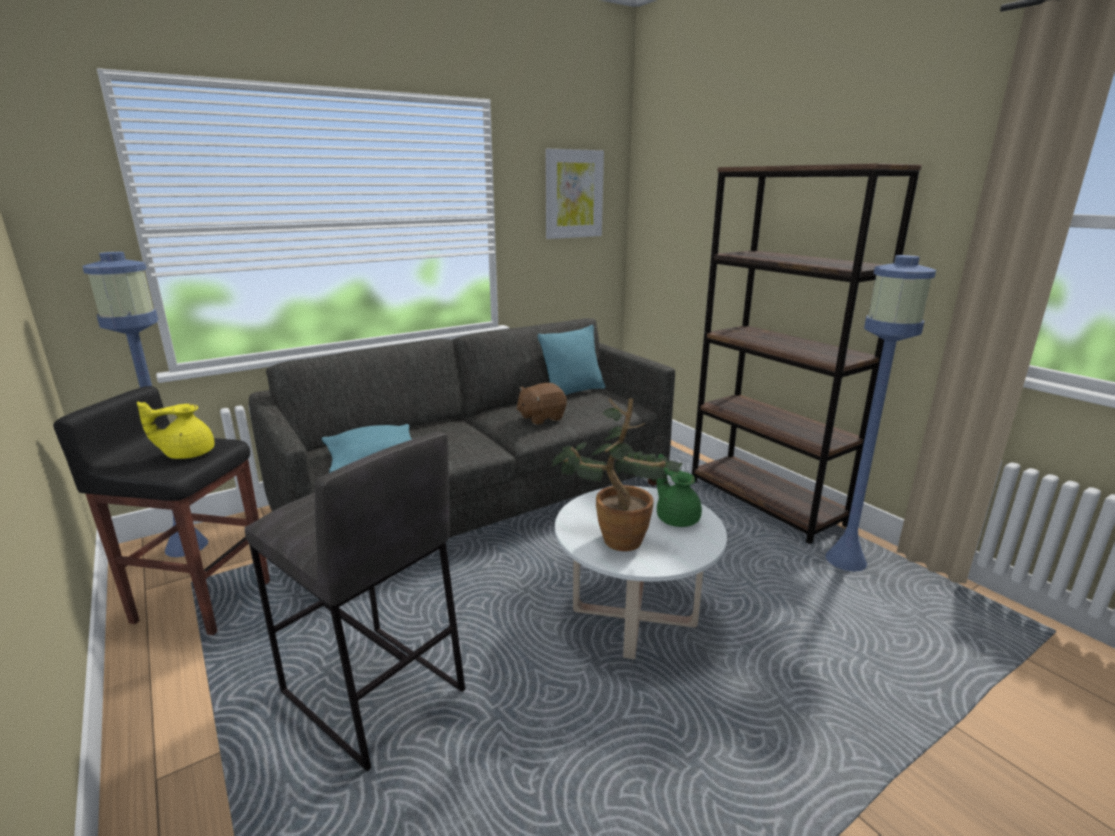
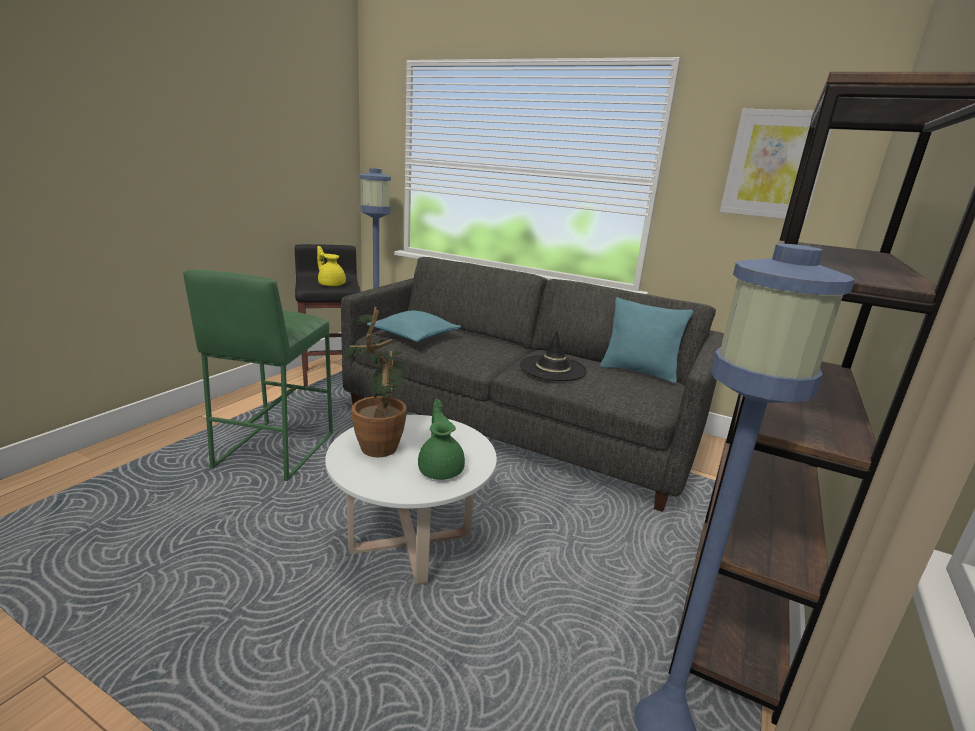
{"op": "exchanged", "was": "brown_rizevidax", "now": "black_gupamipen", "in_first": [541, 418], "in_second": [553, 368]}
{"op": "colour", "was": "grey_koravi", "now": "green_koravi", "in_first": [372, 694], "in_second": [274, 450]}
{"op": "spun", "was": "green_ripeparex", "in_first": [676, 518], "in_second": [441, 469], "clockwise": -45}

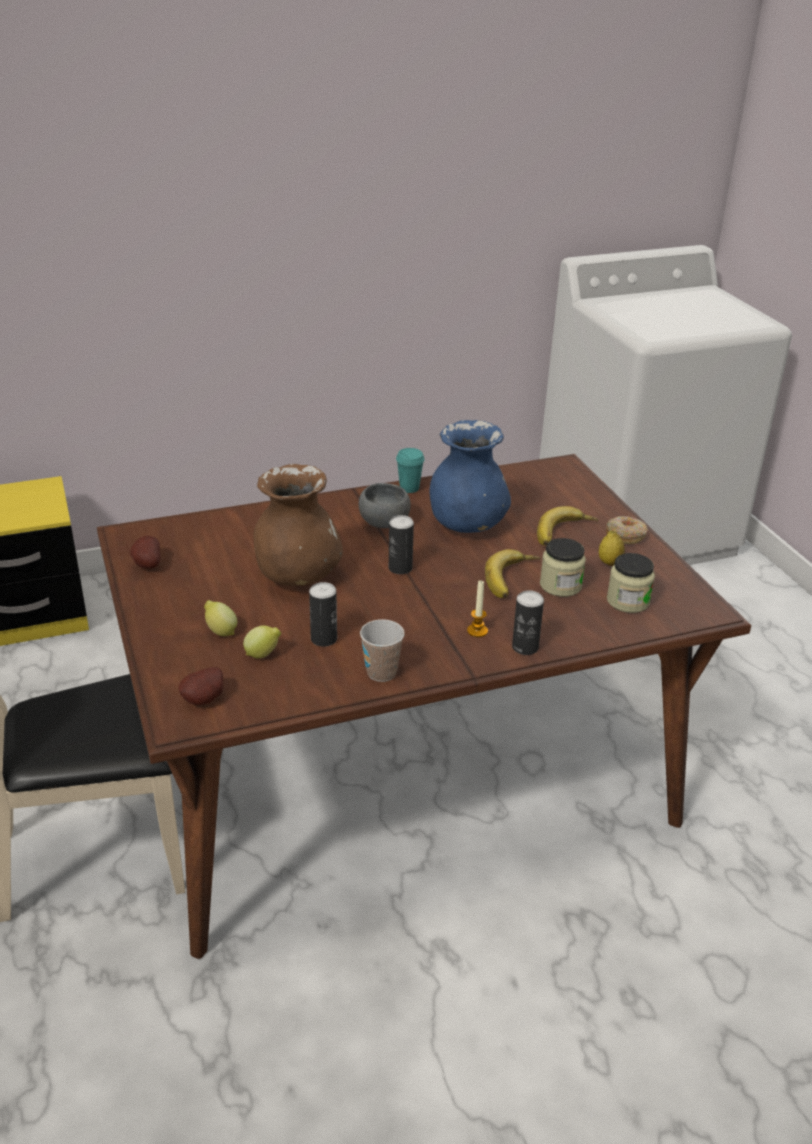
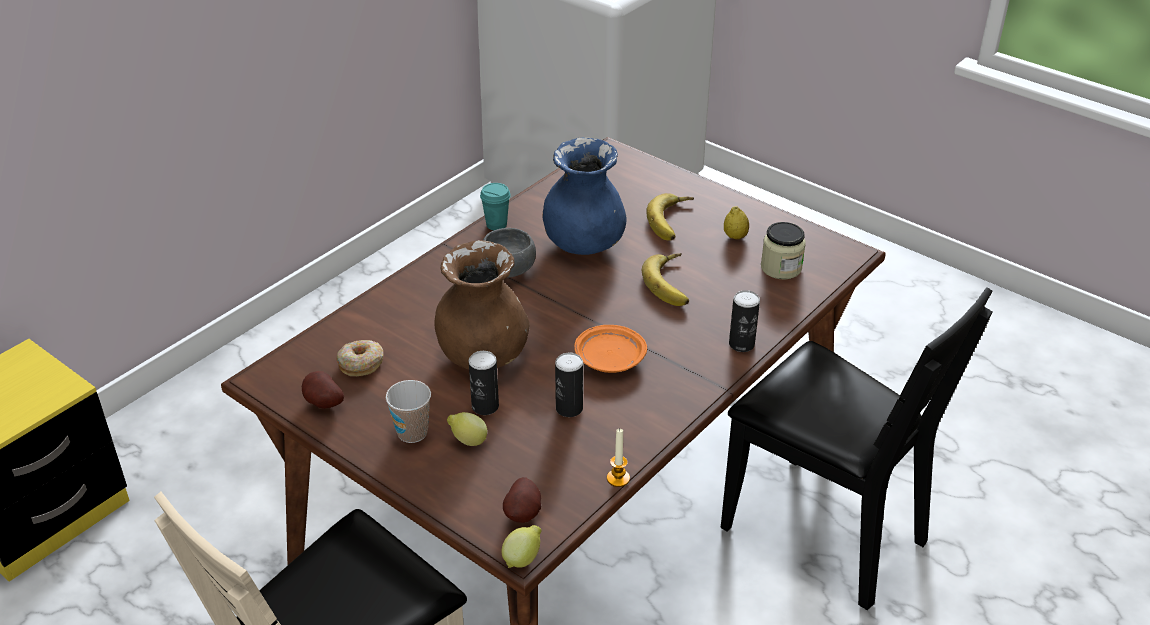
{"op": "missing", "was": "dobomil", "in_first": [560, 585]}
{"op": "appeared", "now": "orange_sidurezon", "in_second": [609, 359]}
{"op": "appeared", "now": "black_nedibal", "in_second": [822, 531]}
{"op": "relocated", "was": "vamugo", "in_first": [263, 654], "in_second": [523, 559]}
{"op": "relocated", "was": "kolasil", "in_first": [381, 672], "in_second": [412, 432]}
{"op": "relocated", "was": "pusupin", "in_first": [400, 568], "in_second": [485, 406]}
{"op": "relocated", "was": "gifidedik", "in_first": [477, 631], "in_second": [618, 478]}
{"op": "relocated", "was": "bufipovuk", "in_first": [625, 536], "in_second": [361, 363]}

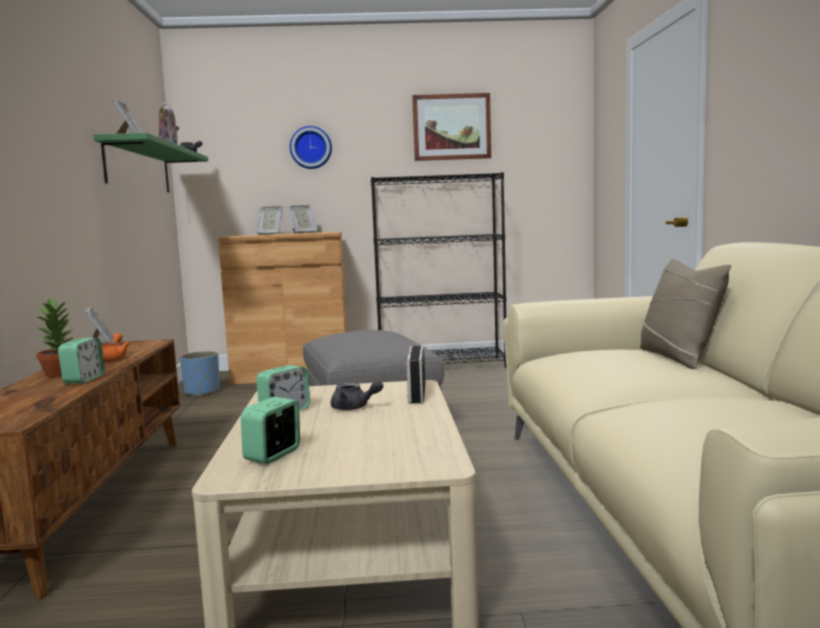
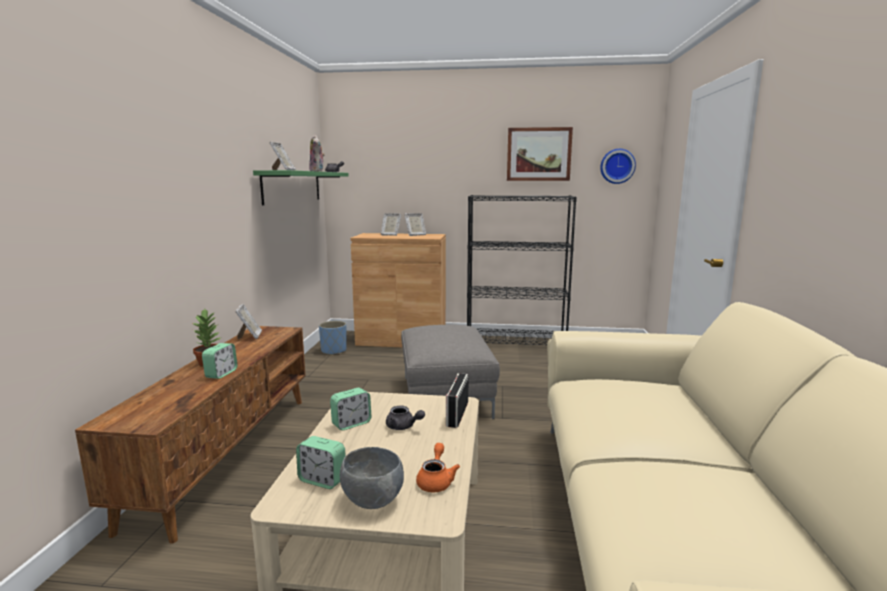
{"op": "missing", "was": "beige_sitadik", "in_first": [678, 357]}
{"op": "appeared", "now": "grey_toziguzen", "in_second": [372, 501]}
{"op": "relocated", "was": "orange_ripeparex", "in_first": [112, 359], "in_second": [436, 480]}
{"op": "relocated", "was": "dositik", "in_first": [311, 147], "in_second": [617, 166]}
{"op": "spun", "was": "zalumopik", "in_first": [273, 455], "in_second": [322, 480], "clockwise": -105}

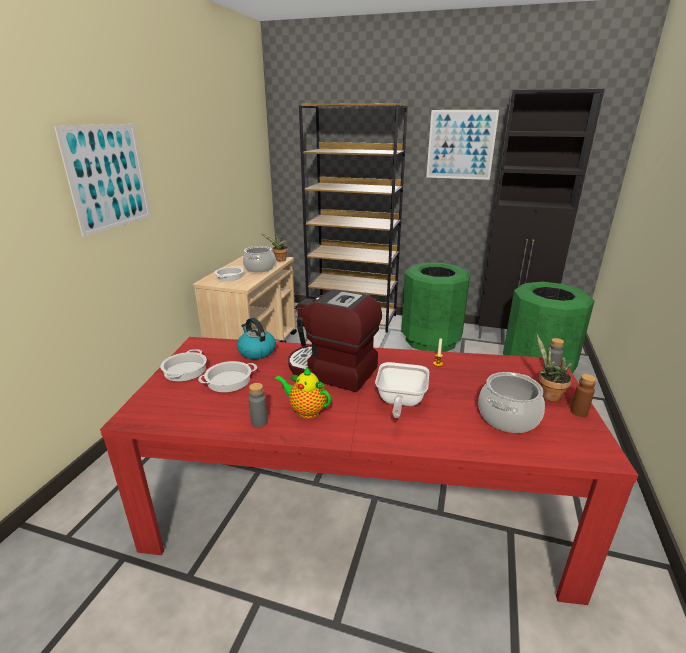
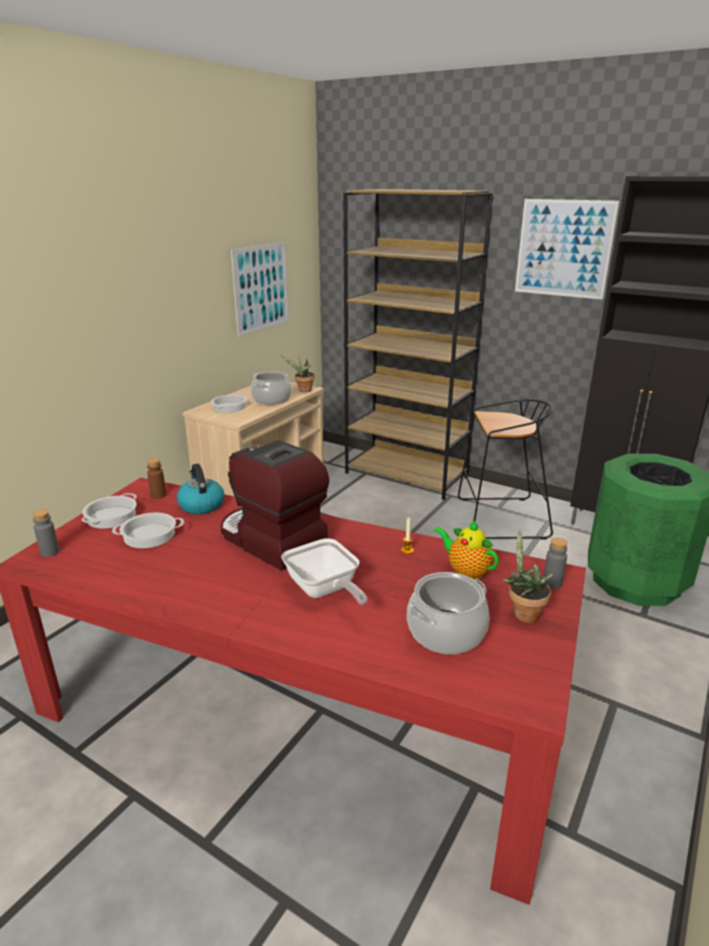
{"op": "relocated", "was": "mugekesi", "in_first": [108, 177], "in_second": [261, 288]}
{"op": "relocated", "was": "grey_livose", "in_first": [259, 422], "in_second": [50, 552]}
{"op": "relocated", "was": "ripeparex", "in_first": [306, 410], "in_second": [466, 571]}
{"op": "relocated", "was": "brown_livose", "in_first": [578, 412], "in_second": [158, 495]}
{"op": "exchanged", "was": "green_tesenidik", "now": "black_koravi", "in_first": [431, 340], "in_second": [500, 519]}
{"op": "spun", "was": "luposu", "in_first": [400, 402], "in_second": [324, 591], "clockwise": -60}

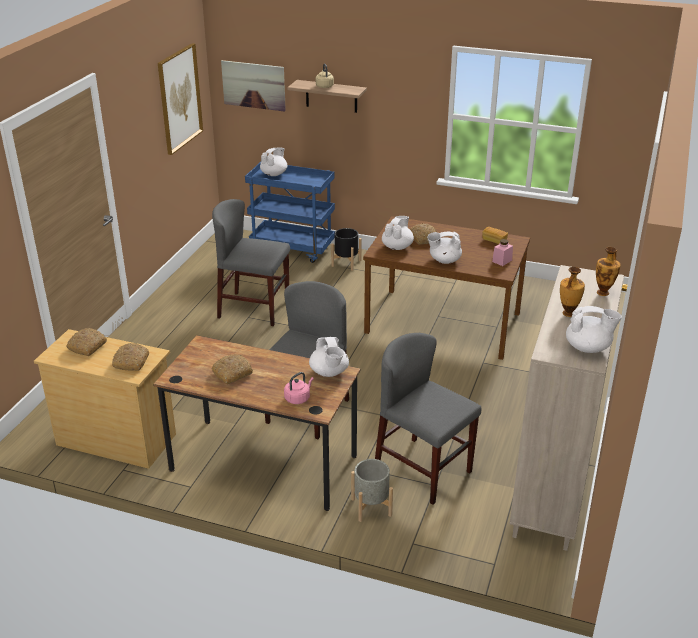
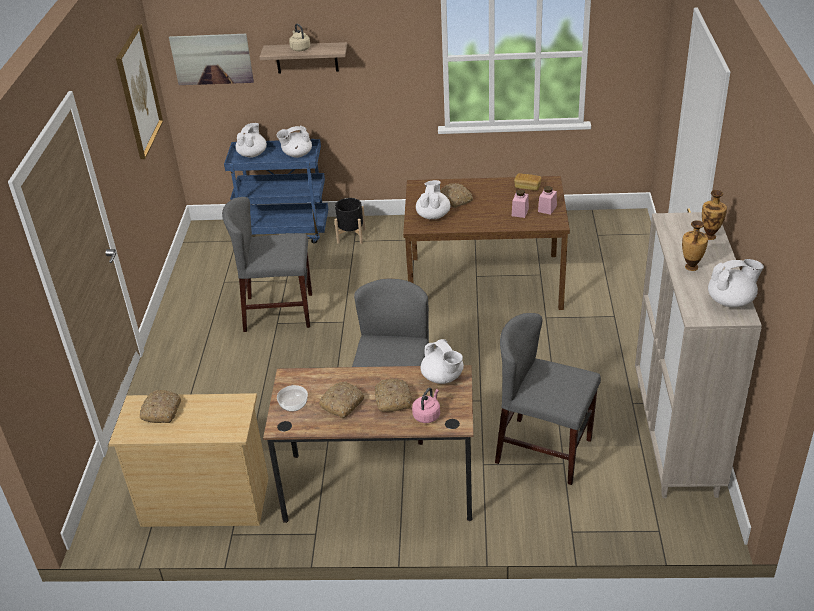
{"op": "missing", "was": "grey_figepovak", "in_first": [371, 507]}
{"op": "appeared", "now": "toziguzen", "in_second": [294, 404]}
{"op": "appeared", "now": "pink_dobomil", "in_second": [520, 212]}
{"op": "relocated", "was": "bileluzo", "in_first": [131, 362], "in_second": [392, 400]}
{"op": "relocated", "was": "white_ripeparex", "in_first": [444, 260], "in_second": [296, 154]}

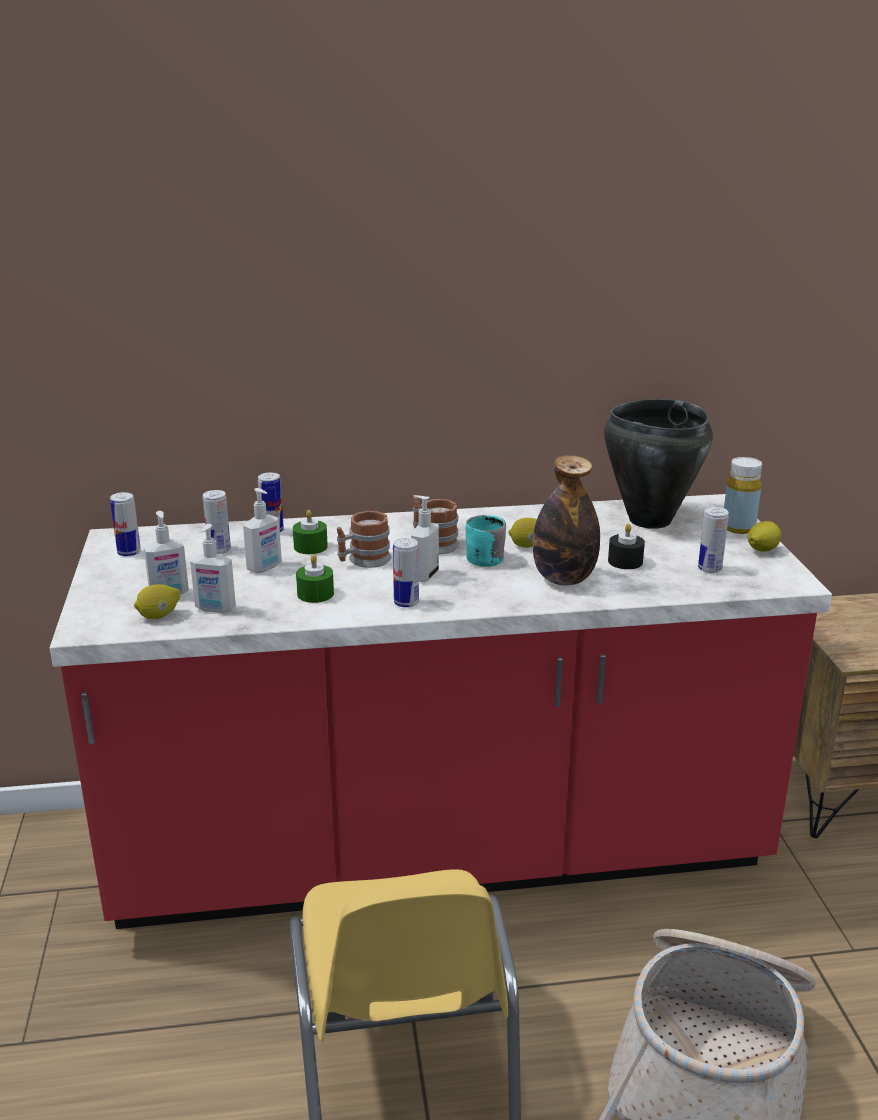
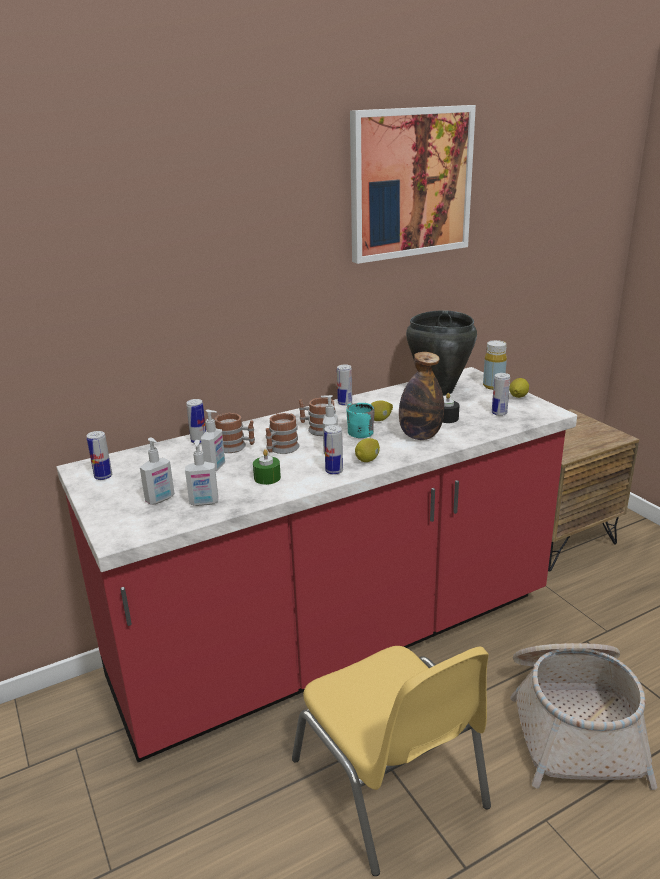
{"op": "appeared", "now": "mugekesi", "in_second": [410, 183]}
{"op": "relocated", "was": "vamugo", "in_first": [159, 616], "in_second": [368, 460]}
{"op": "relocated", "was": "pusupin", "in_first": [219, 550], "in_second": [344, 403]}
{"op": "exchanged", "was": "green_gifidedik", "now": "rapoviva", "in_first": [310, 547], "in_second": [236, 447]}

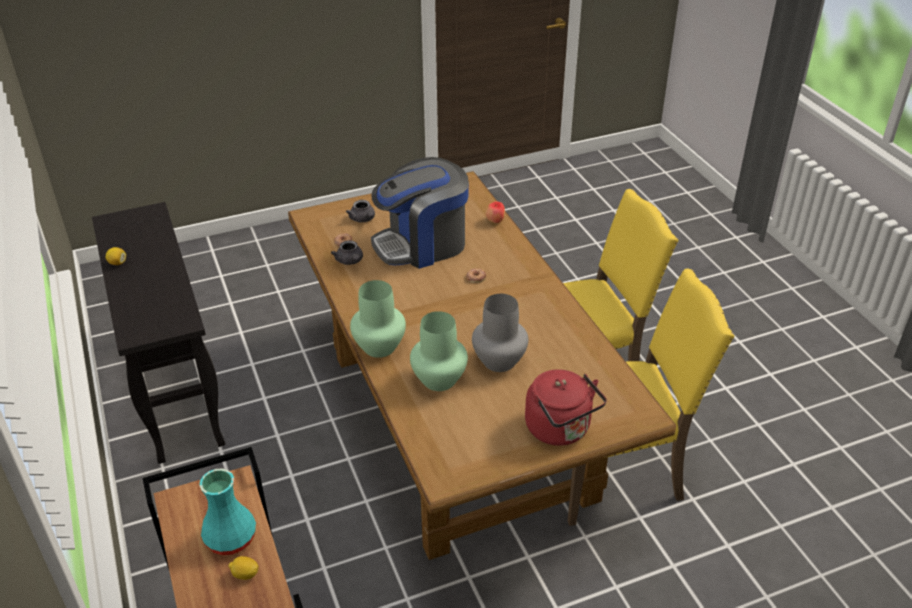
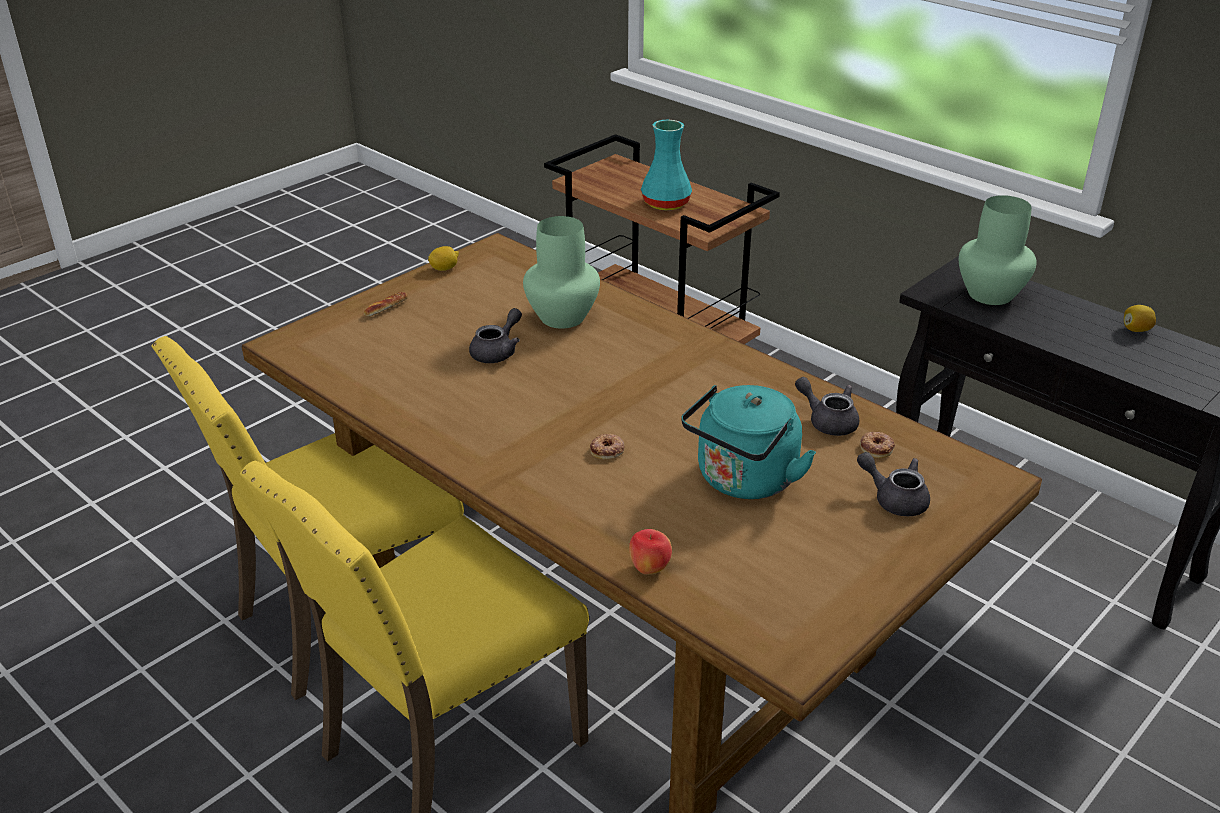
{"op": "relocated", "was": "vamugo", "in_first": [245, 574], "in_second": [444, 268]}
{"op": "relocated", "was": "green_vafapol", "in_first": [378, 347], "in_second": [991, 294]}
{"op": "exchanged", "was": "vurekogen", "now": "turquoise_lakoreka", "in_first": [422, 244], "in_second": [743, 481]}
{"op": "exchanged", "was": "grey_vafapol", "now": "grey_ripeparex", "in_first": [499, 361], "in_second": [497, 352]}
{"op": "exchanged", "was": "red_lakoreka", "now": "bileluzo", "in_first": [560, 430], "in_second": [386, 308]}

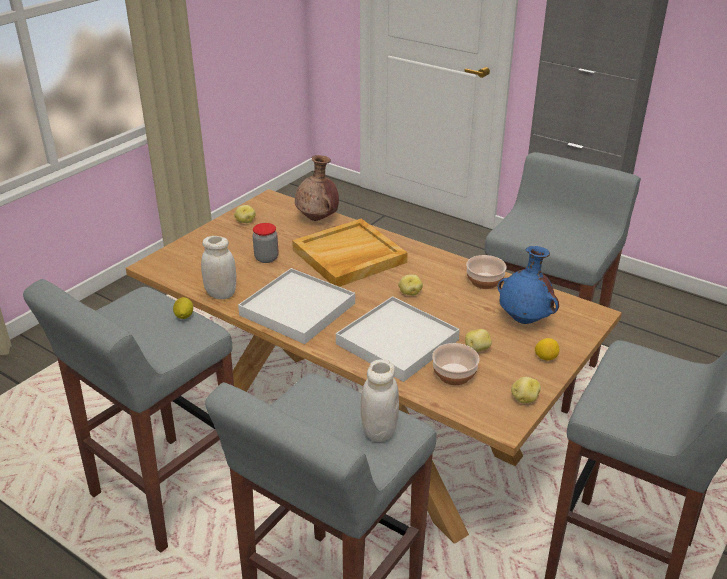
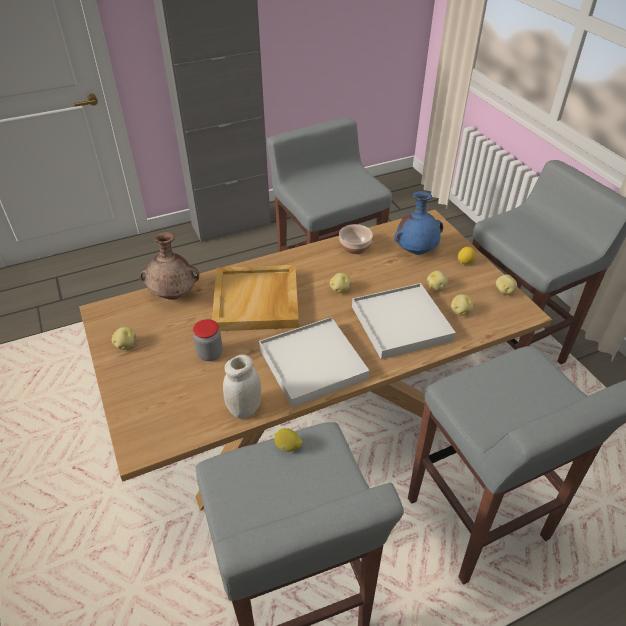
{"op": "missing", "was": "white_dobomil", "in_first": [379, 431]}
{"op": "exchanged", "was": "toziguzen", "now": "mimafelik", "in_first": [455, 375], "in_second": [460, 311]}

